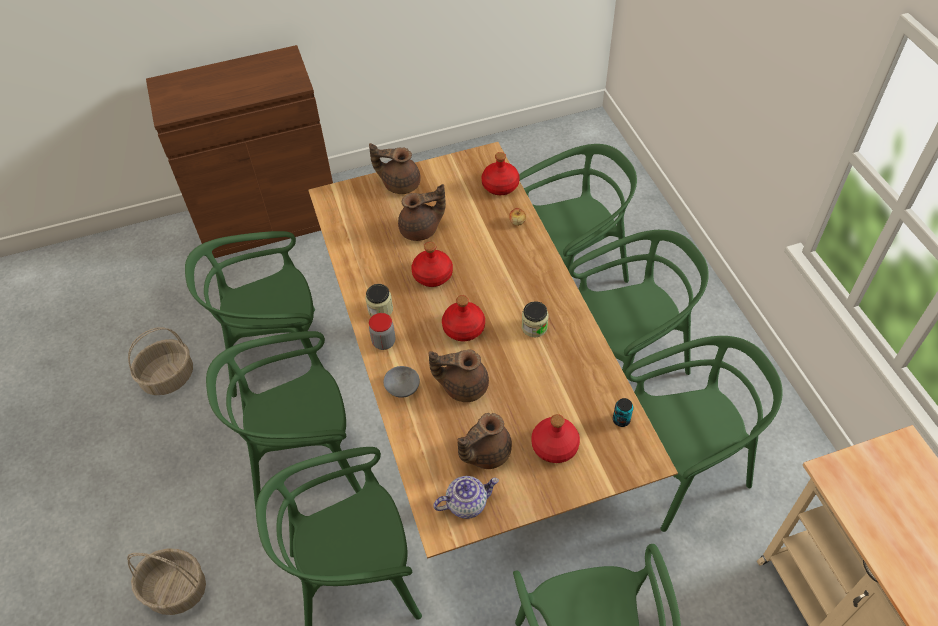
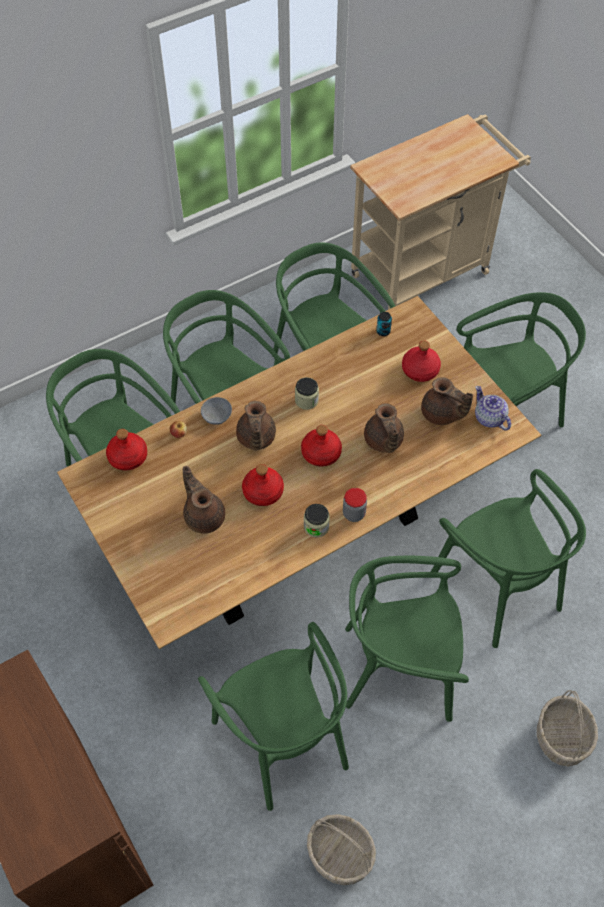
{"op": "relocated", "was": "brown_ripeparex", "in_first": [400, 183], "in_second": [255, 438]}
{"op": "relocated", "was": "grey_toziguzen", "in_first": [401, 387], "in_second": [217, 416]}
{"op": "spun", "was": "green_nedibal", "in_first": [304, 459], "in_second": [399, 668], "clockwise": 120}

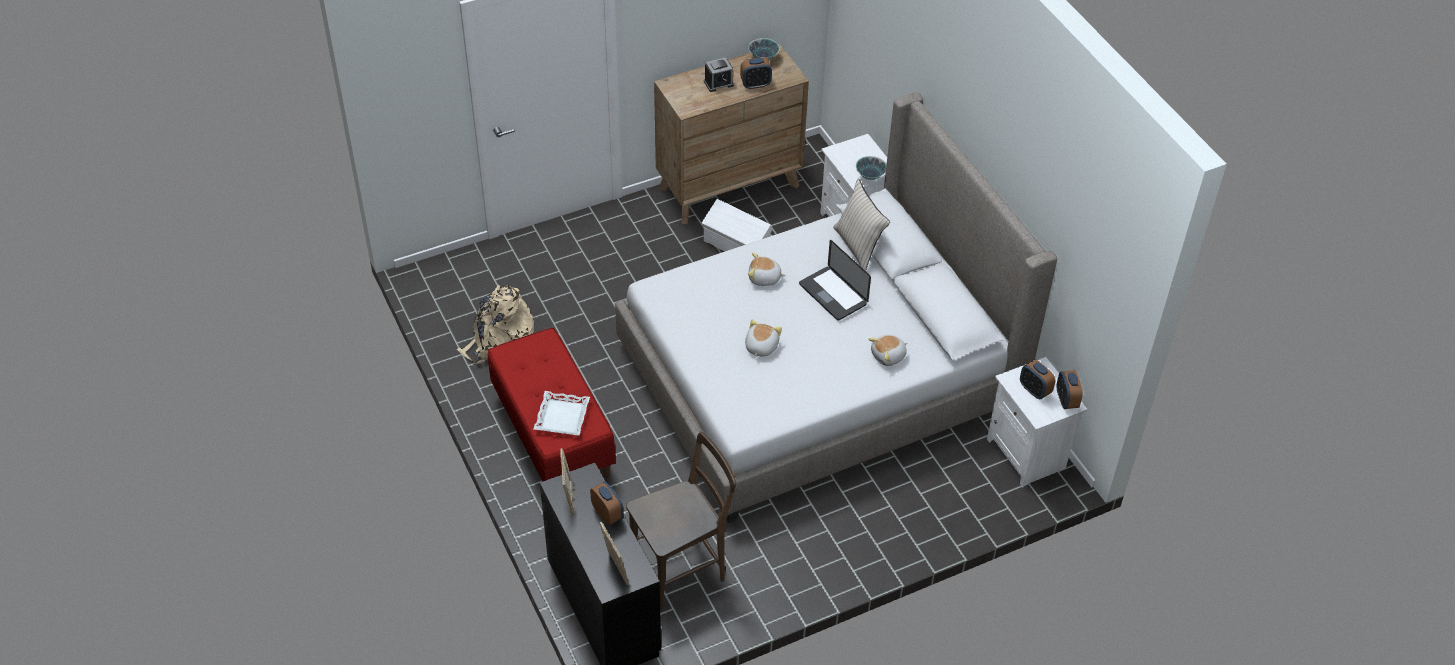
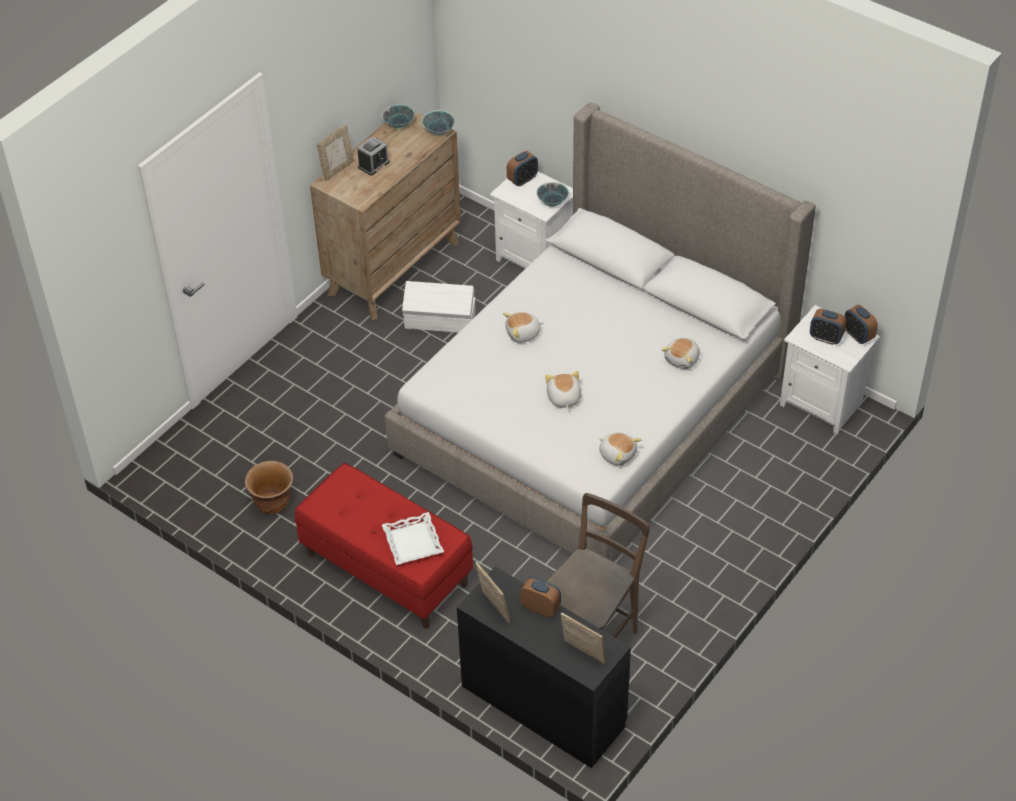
{"op": "missing", "was": "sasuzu", "in_first": [833, 294]}
{"op": "missing", "was": "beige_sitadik", "in_first": [858, 247]}
{"op": "appeared", "now": "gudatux", "in_second": [337, 170]}
{"op": "appeared", "now": "toziguzen", "in_second": [438, 131]}
{"op": "appeared", "now": "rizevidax", "in_second": [617, 454]}
{"op": "relocated", "was": "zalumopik", "in_first": [755, 84], "in_second": [522, 180]}
{"op": "exchanged", "was": "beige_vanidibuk", "now": "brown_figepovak", "in_first": [499, 342], "in_second": [273, 503]}

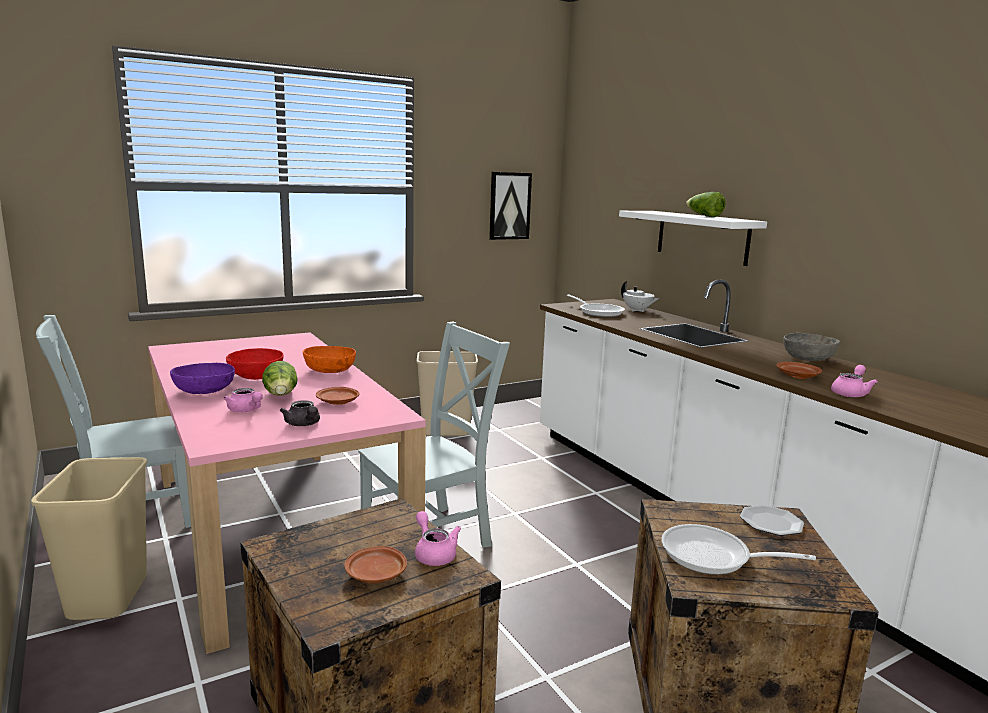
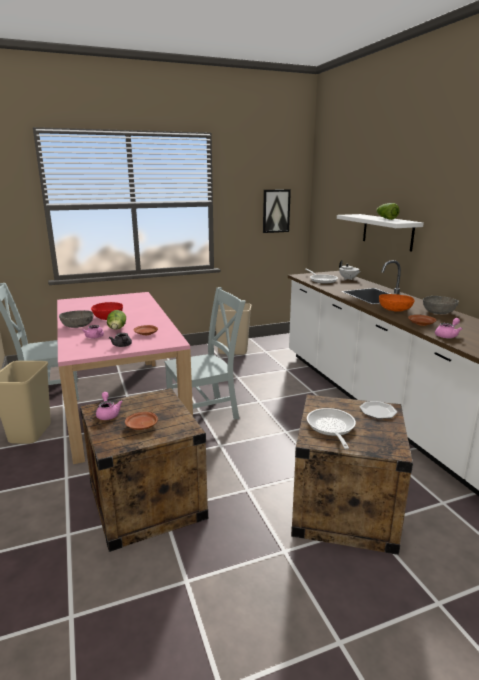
{"op": "relocated", "was": "orange_toziguzen", "in_first": [330, 371], "in_second": [395, 310]}
{"op": "relocated", "was": "pink_ripeparex", "in_first": [434, 553], "in_second": [108, 414]}
{"op": "colour", "was": "purple_toziguzen", "now": "grey_toziguzen", "in_first": [204, 391], "in_second": [78, 326]}
{"op": "spun", "was": "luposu", "in_first": [713, 557], "in_second": [331, 428], "clockwise": 60}

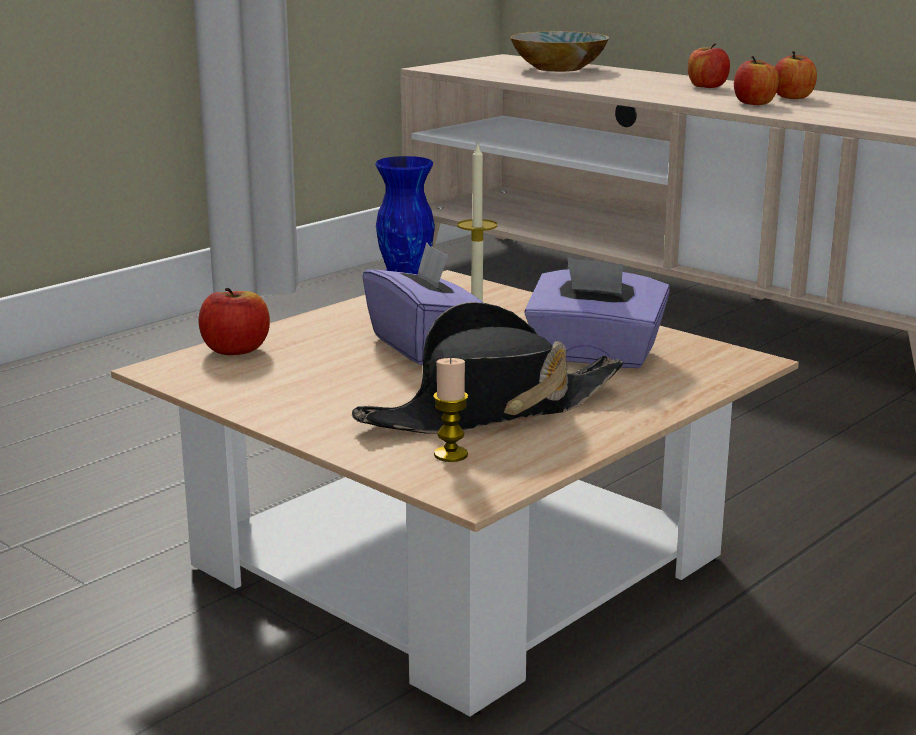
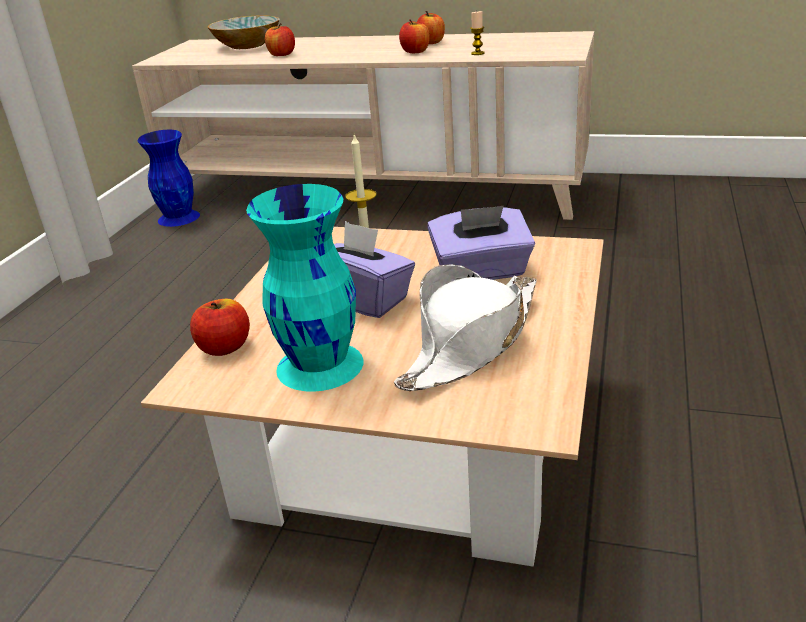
{"op": "appeared", "now": "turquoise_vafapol", "in_second": [321, 365]}
{"op": "relocated", "was": "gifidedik", "in_first": [450, 455], "in_second": [477, 53]}
{"op": "relocated", "was": "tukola", "in_first": [707, 86], "in_second": [281, 54]}
{"op": "colour", "was": "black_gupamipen", "now": "white_gupamipen", "in_first": [491, 410], "in_second": [471, 343]}

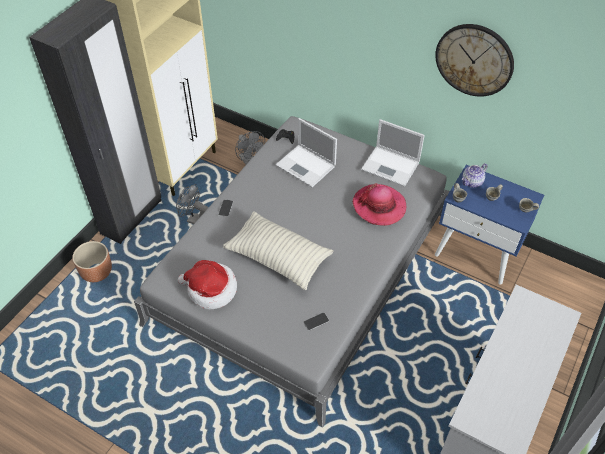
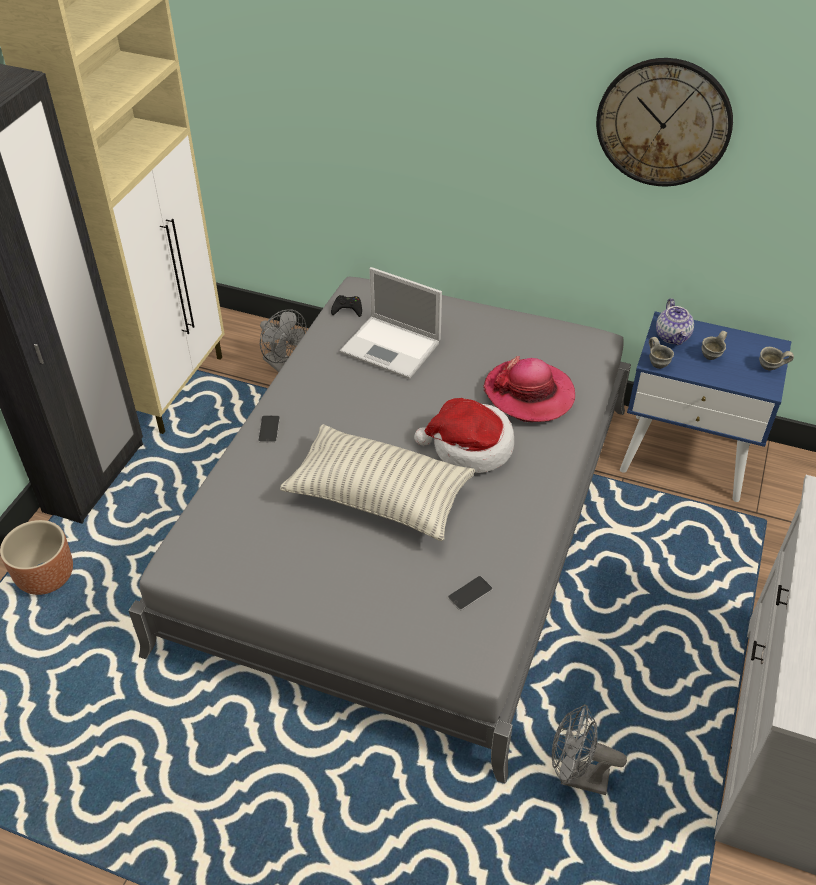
{"op": "missing", "was": "sasuzu", "in_first": [391, 166]}
{"op": "relocated", "was": "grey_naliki", "in_first": [194, 220], "in_second": [576, 777]}
{"op": "relocated", "was": "gupamipen", "in_first": [210, 290], "in_second": [470, 447]}
{"op": "spun", "was": "ripeparex", "in_first": [472, 182], "in_second": [673, 336], "clockwise": -45}

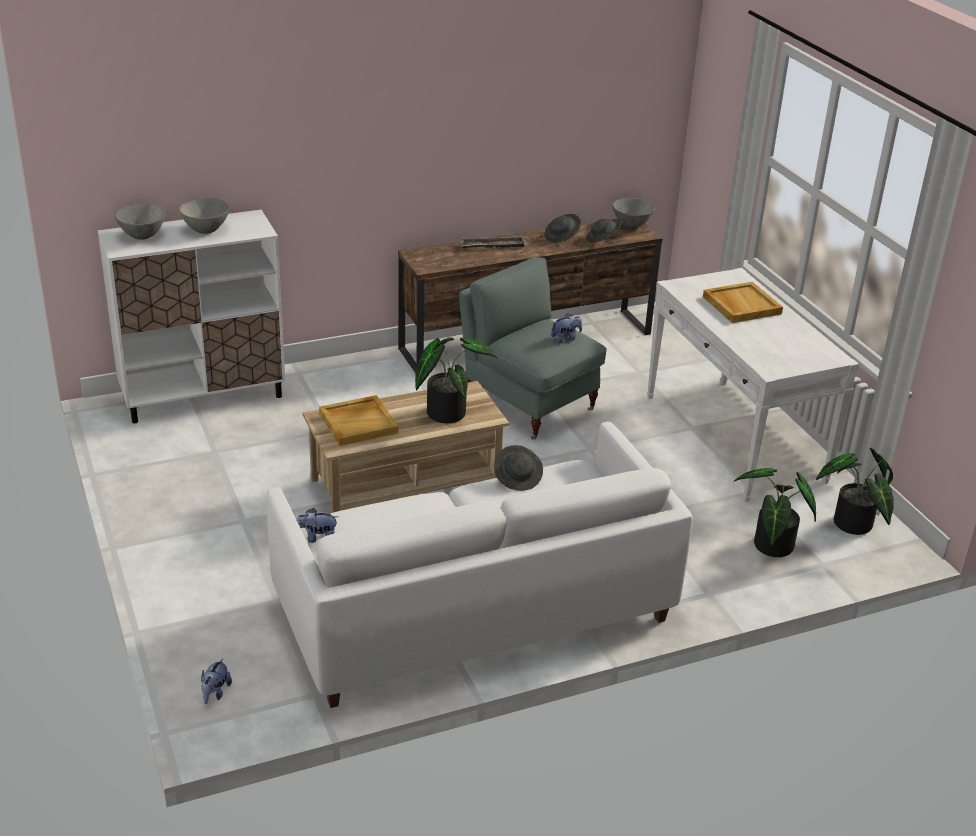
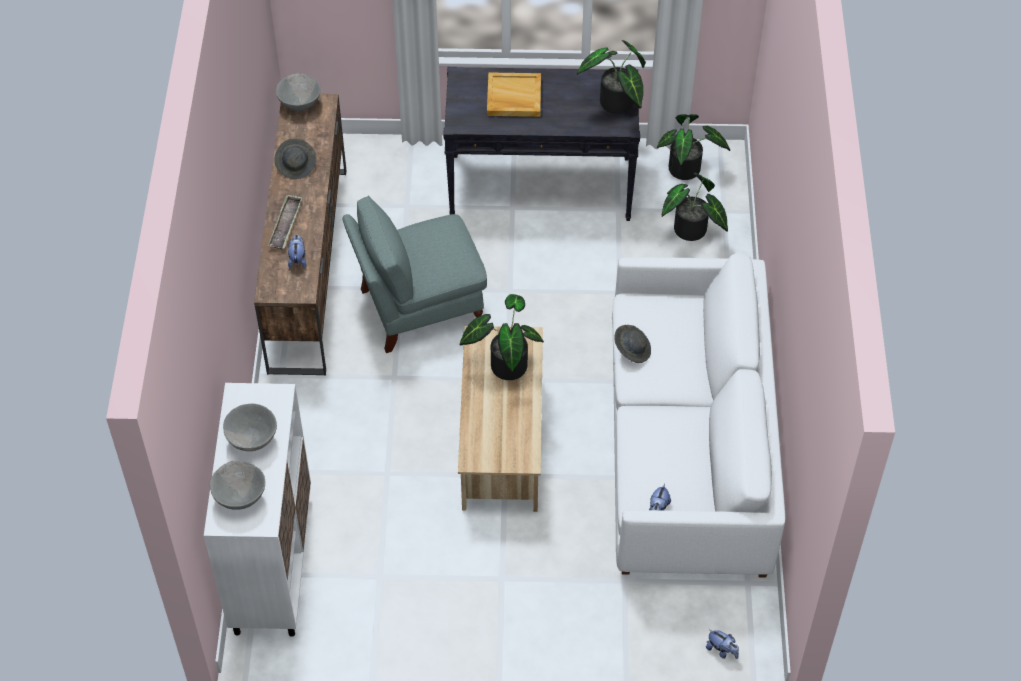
{"op": "missing", "was": "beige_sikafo", "in_first": [359, 423]}
{"op": "missing", "was": "grey_gupamipen", "in_first": [603, 239]}
{"op": "appeared", "now": "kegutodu", "in_second": [616, 105]}
{"op": "relocated", "was": "rizevidax", "in_first": [566, 338], "in_second": [298, 259]}
{"op": "colour", "was": "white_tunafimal", "now": "black_tunafimal", "in_first": [734, 438], "in_second": [541, 187]}

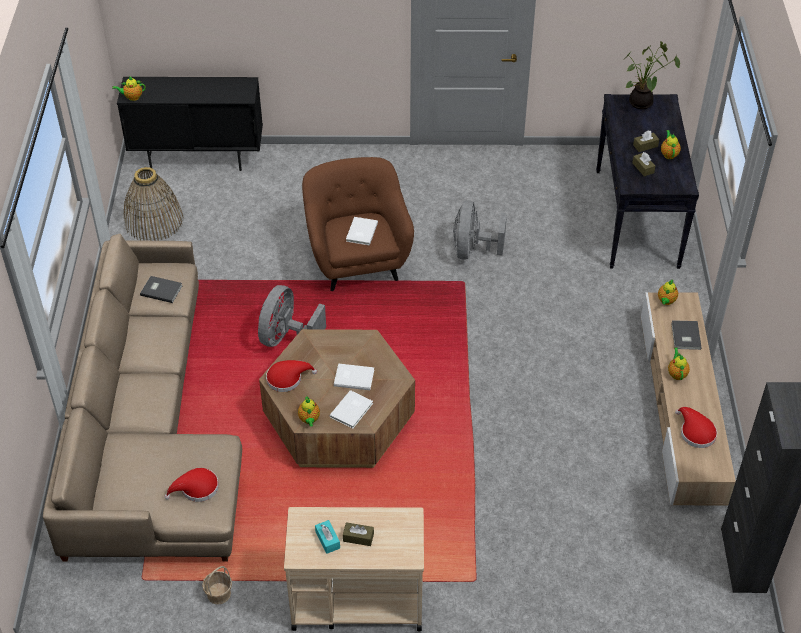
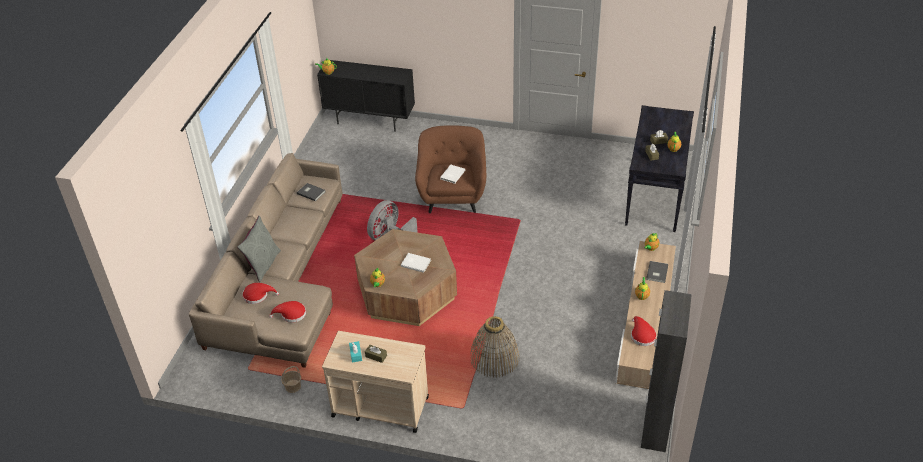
{"op": "missing", "was": "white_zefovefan", "in_first": [352, 410]}
{"op": "missing", "was": "grey_naliki", "in_first": [472, 250]}
{"op": "missing", "was": "kegutodu", "in_first": [641, 104]}
{"op": "appeared", "now": "grey_sitadik", "in_second": [263, 265]}
{"op": "relocated", "was": "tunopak", "in_first": [154, 221], "in_second": [494, 358]}
{"op": "relocated", "was": "red_gupamipen", "in_first": [287, 378], "in_second": [257, 295]}

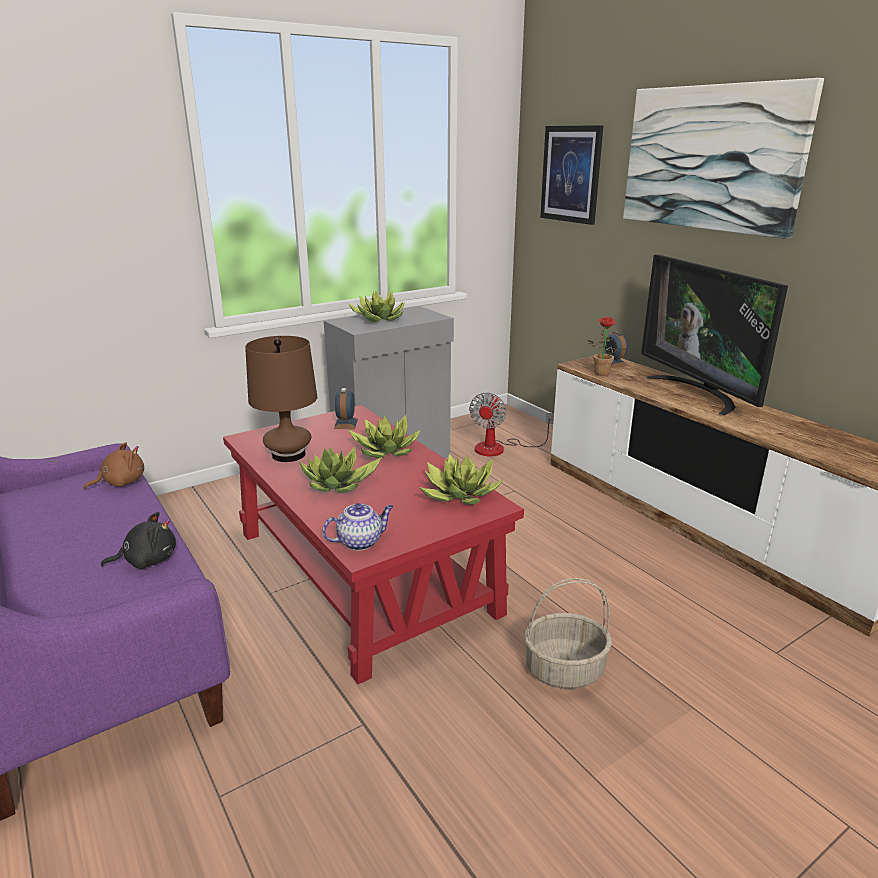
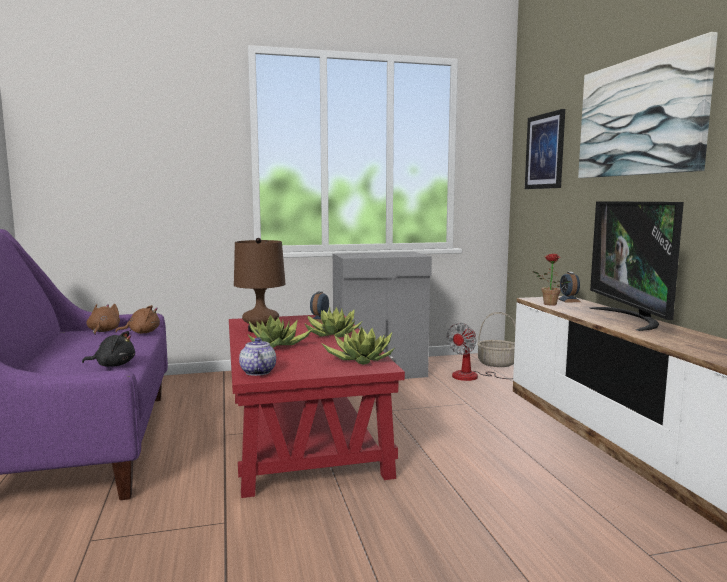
{"op": "missing", "was": "kegutodu", "in_first": [378, 319]}
{"op": "appeared", "now": "brown_rizevidax", "in_second": [103, 331]}
{"op": "relocated", "was": "tunopak", "in_first": [565, 669], "in_second": [497, 363]}
{"op": "spun", "was": "ripeparex", "in_first": [360, 541], "in_second": [257, 372], "clockwise": -90}

